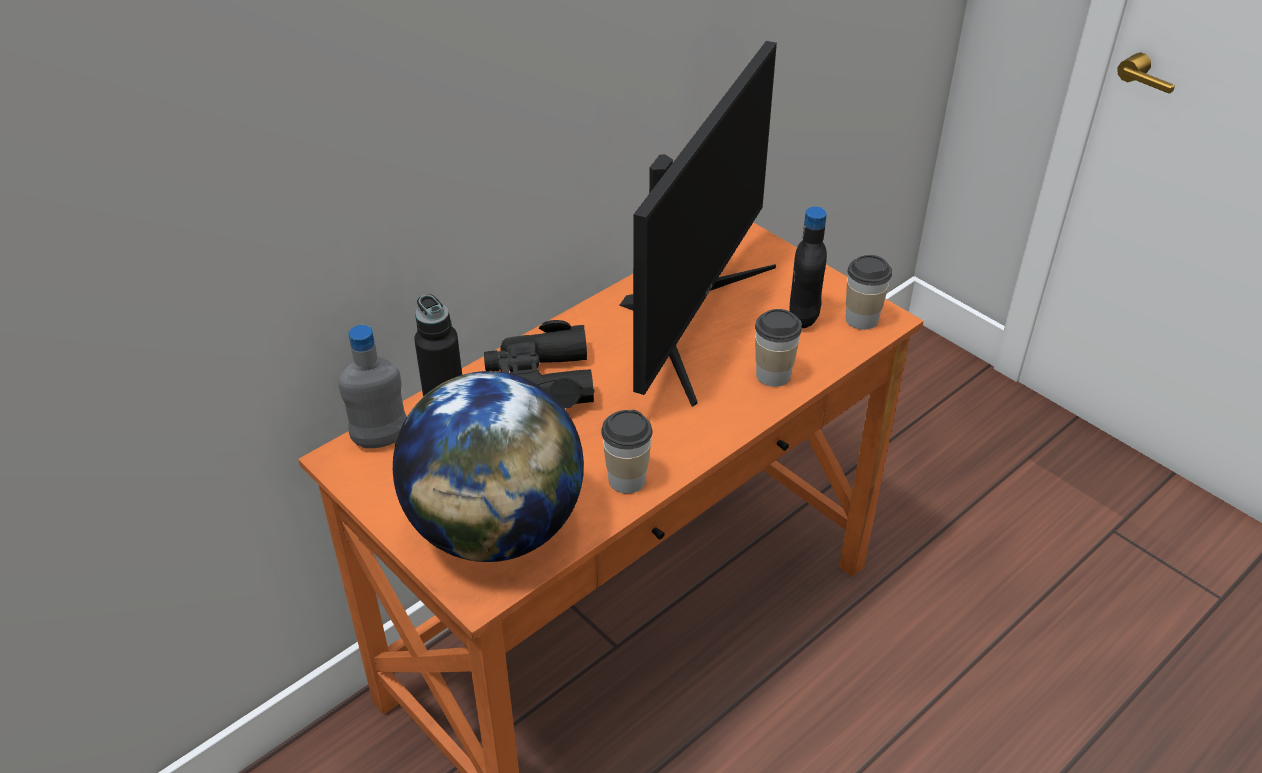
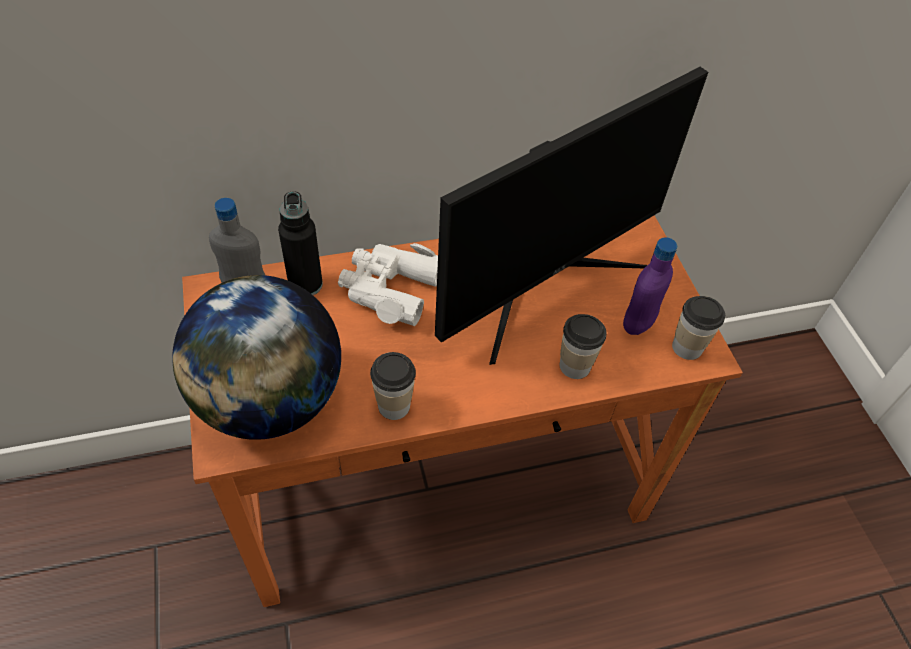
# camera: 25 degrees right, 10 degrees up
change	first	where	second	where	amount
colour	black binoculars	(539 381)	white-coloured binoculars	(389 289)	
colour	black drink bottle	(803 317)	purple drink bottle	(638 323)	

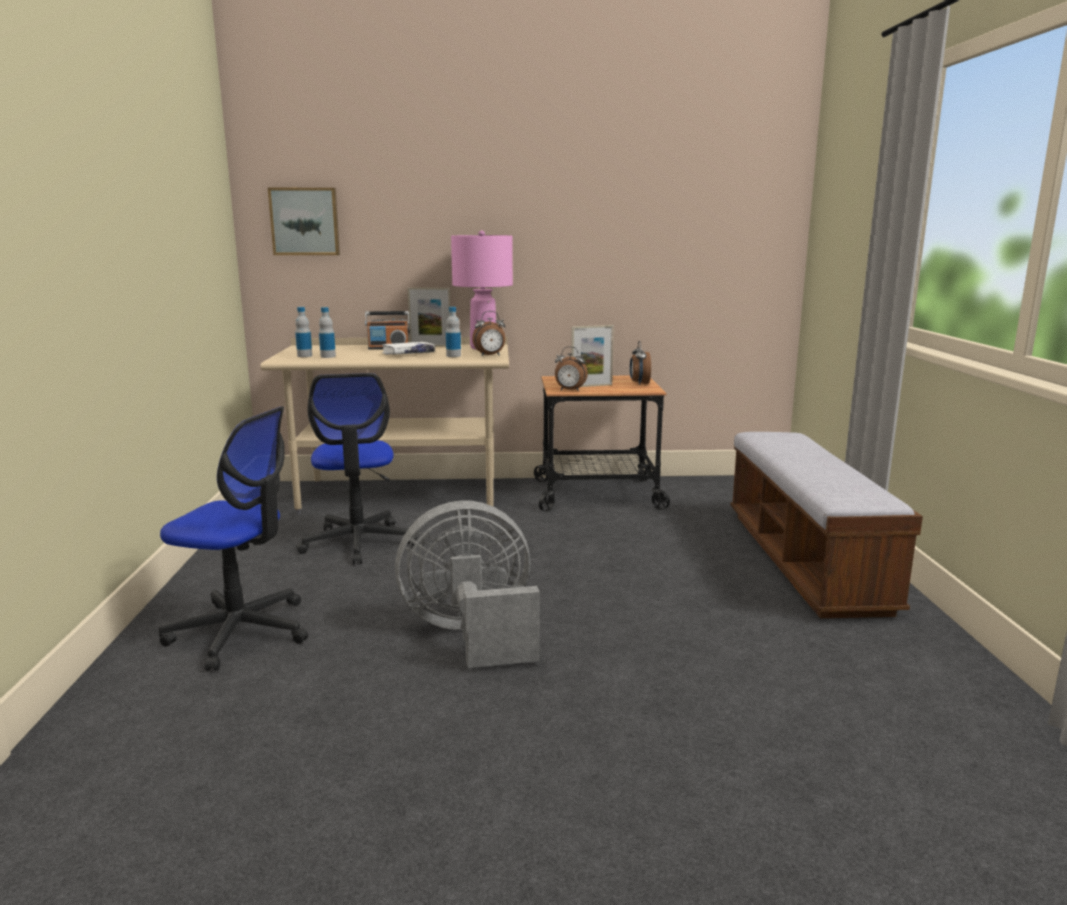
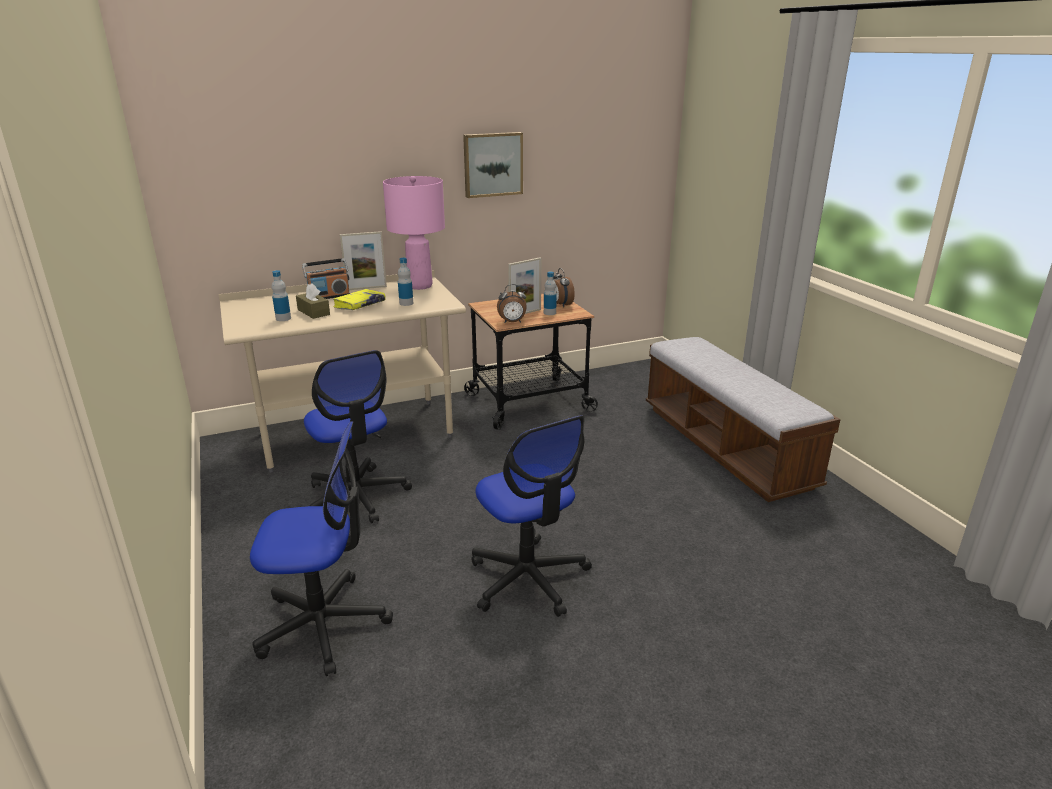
# camera: 20 degrees left, 10 degrees up
change	first	where	second	where	amount
missing	alarm clock	(490 355)			
appeared			brown-coloured tissue box	(313 312)	
relocated	wall picture	(305 221)		(492 164)	
relocated	drink bottle	(304 356)		(549 313)	
exchanged	greyish cooling fan	(471 634)	office chair	(528 578)	
colour	white-coloured bound book	(408 354)	yellow bound book	(359 305)	

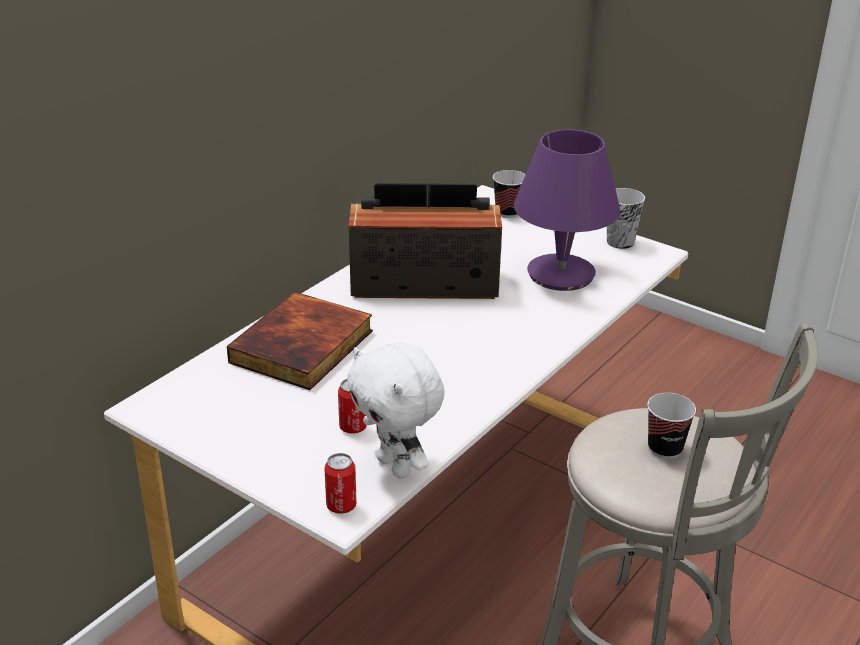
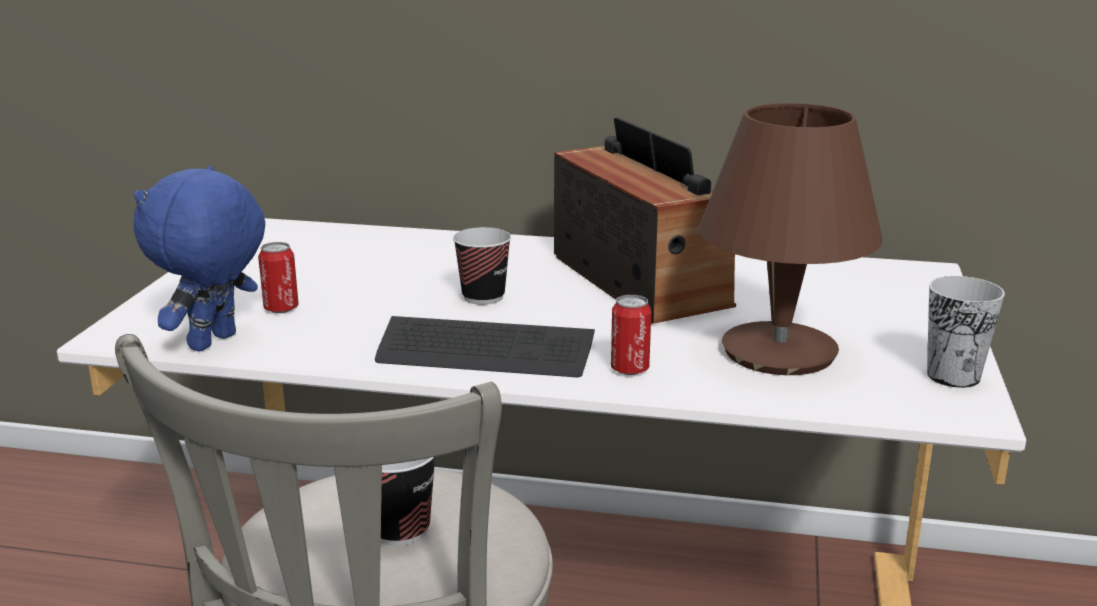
# camera: 65 degrees right, 10 degrees down
change	first	where	second	where	amount
missing	bound book	(303 347)			
appeared			PC keyboard	(485 352)	
relocated	can	(341 506)		(629 369)	
relocated	small cup	(508 212)		(483 297)	
colour	white-coloured soft toy	(396 466)	blue soft toy	(214 343)	
colour	purple table lamp	(561 274)	brown-coloured table lamp	(780 351)	

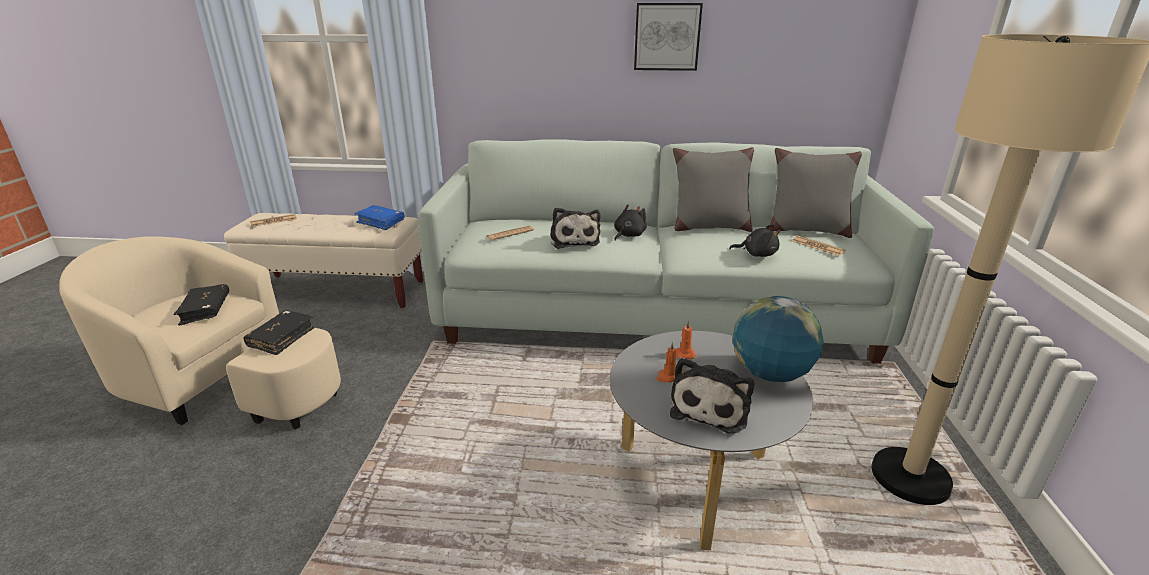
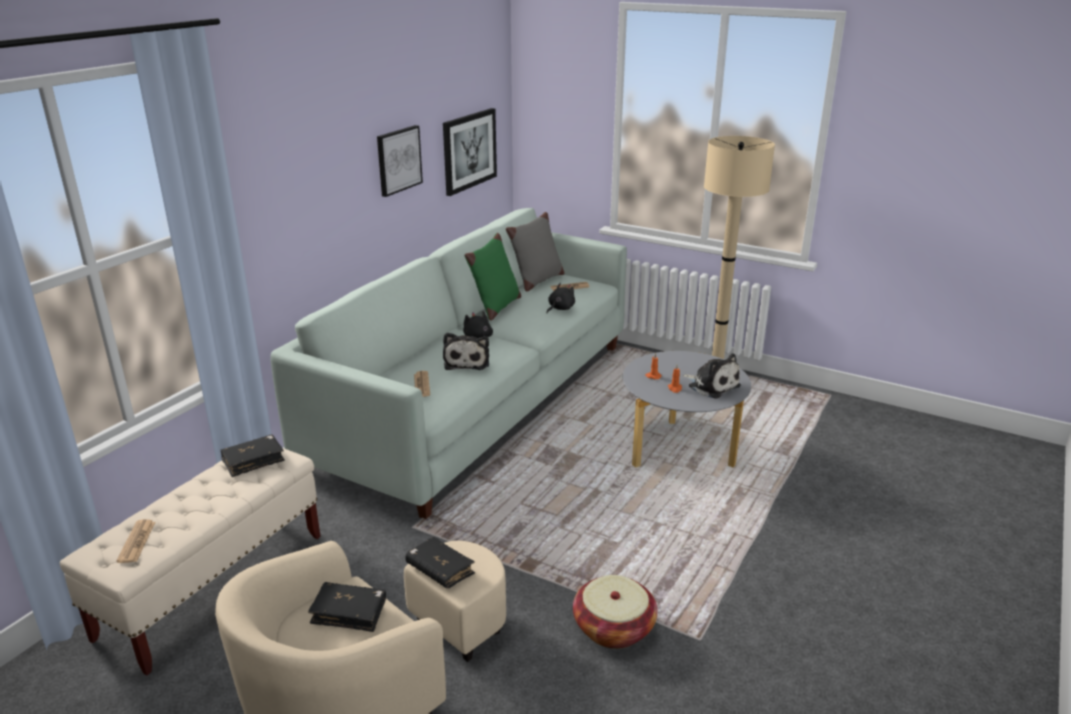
# camera: 65 degrees left, 0 degrees up
change	first	where	second	where	amount
missing	globe	(770 374)			
appeared			wall picture	(469 150)	
appeared			household basket	(613 628)	
colour	blue bound book	(381 222)	black bound book	(253 461)	
colour	greyish pillow	(709 227)	green-coloured pillow	(495 308)	
spun	soft toy	(574 240)		(467 361)	75 degrees clockwise

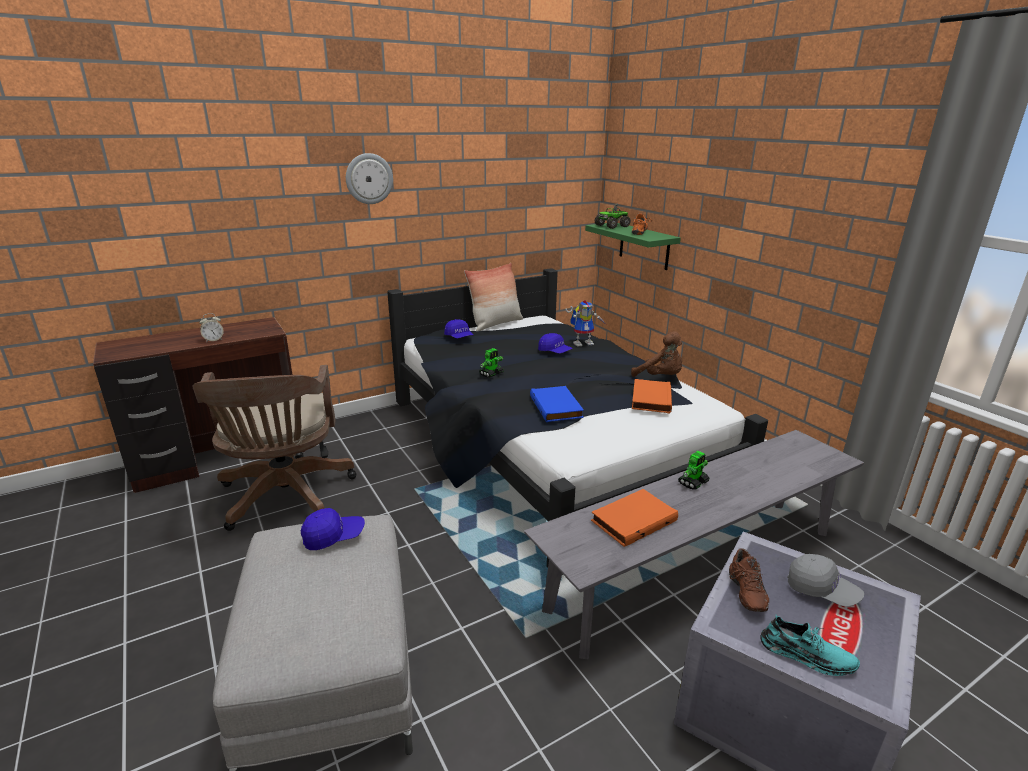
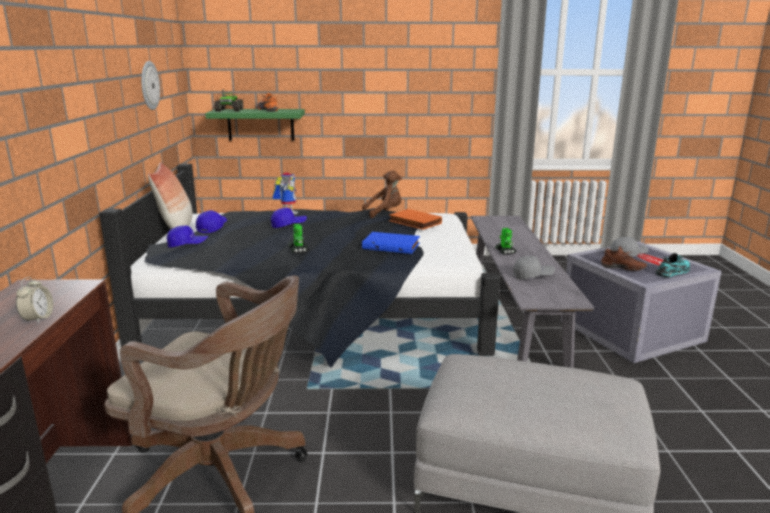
# camera: 60 degrees left, 5 degrees down
change	first	where	second	where	amount
relocated	blue cap	(333 537)		(212 228)	
relocated	clock on the wall	(369 178)		(149 85)	
exchanged	orangey bound book	(633 520)	greyish cap	(532 276)	

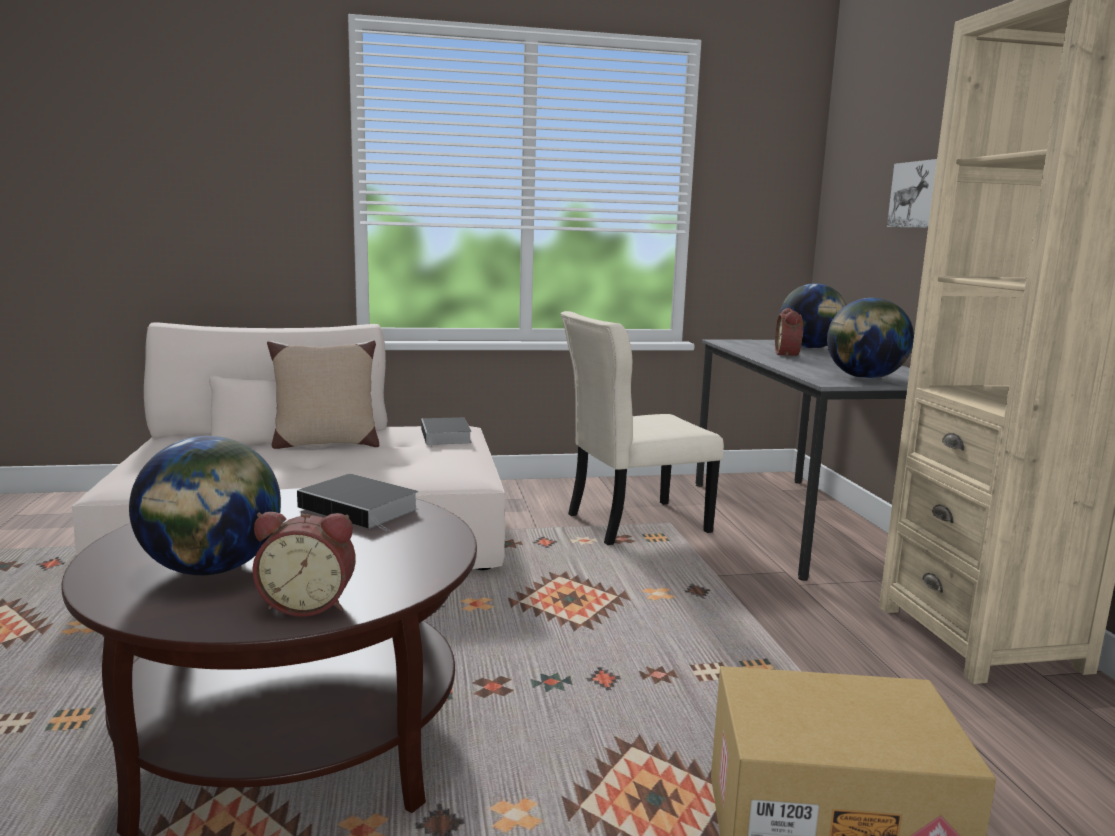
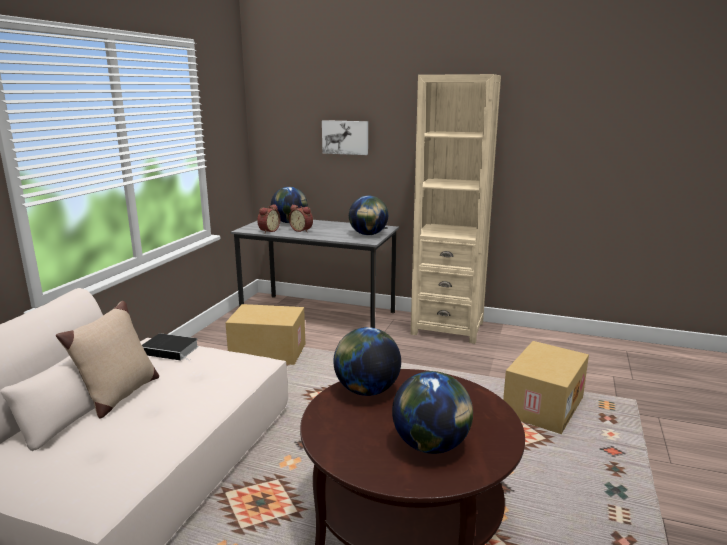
# camera: 60 degrees left, 5 degrees up
change	first	where	second	where	amount
relocated	alarm clock	(309 604)		(268 231)	
exchanged	bound book	(362 508)	globe	(366 390)	
exchanged	sand-coloured chair	(632 523)	packing box	(267 353)	

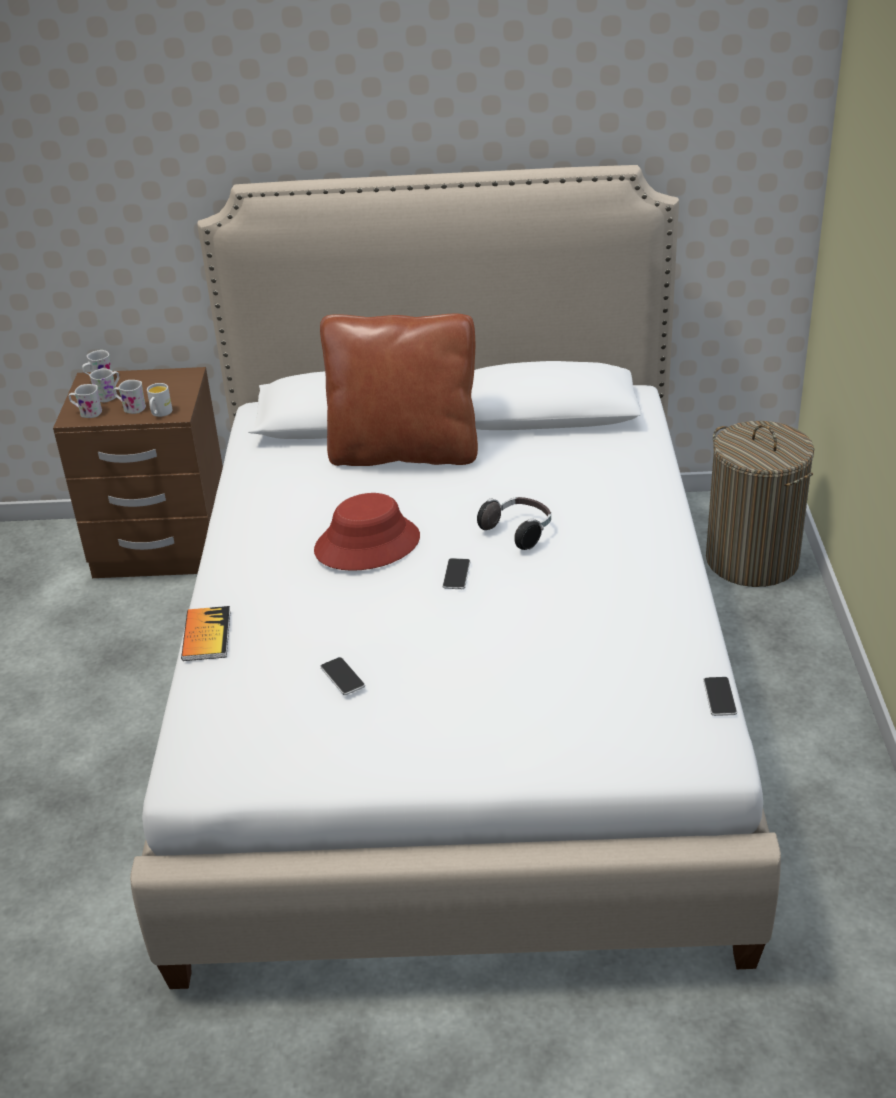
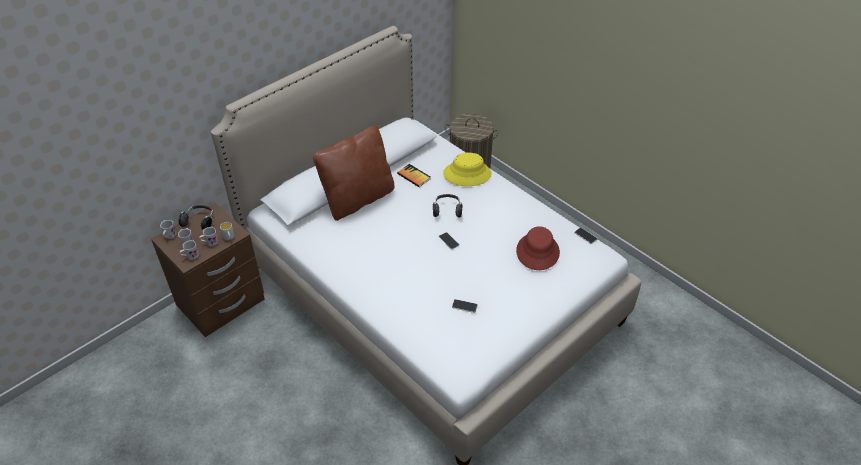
# camera: 45 degrees left, 10 degrees up
change	first	where	second	where	amount
appeared			headset	(200 222)	
appeared			yellow hat	(467 174)	
relocated	bound book	(206 635)		(413 176)	
relocated	red hat	(367 544)		(537 252)	

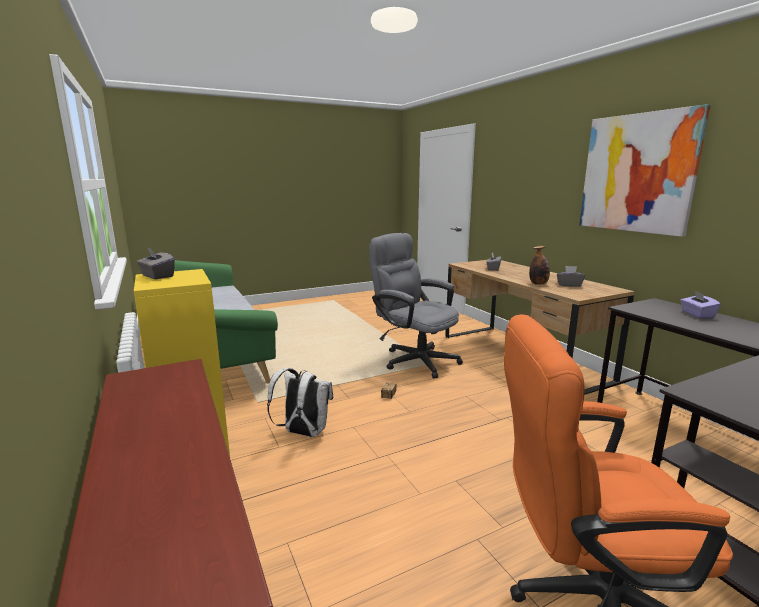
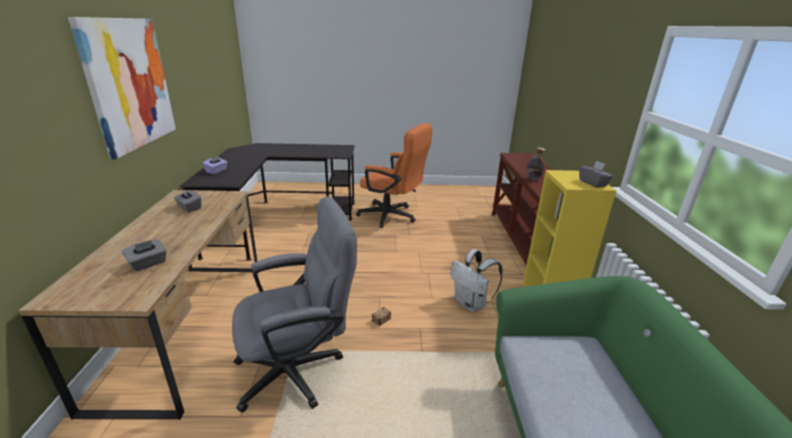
# camera: 155 degrees left, 10 degrees up
change	first	where	second	where	amount
relocated	drink bottle	(538 284)		(532 179)	
spun	greyish office chair	(414 359)		(299 369)	90 degrees counterclockwise

